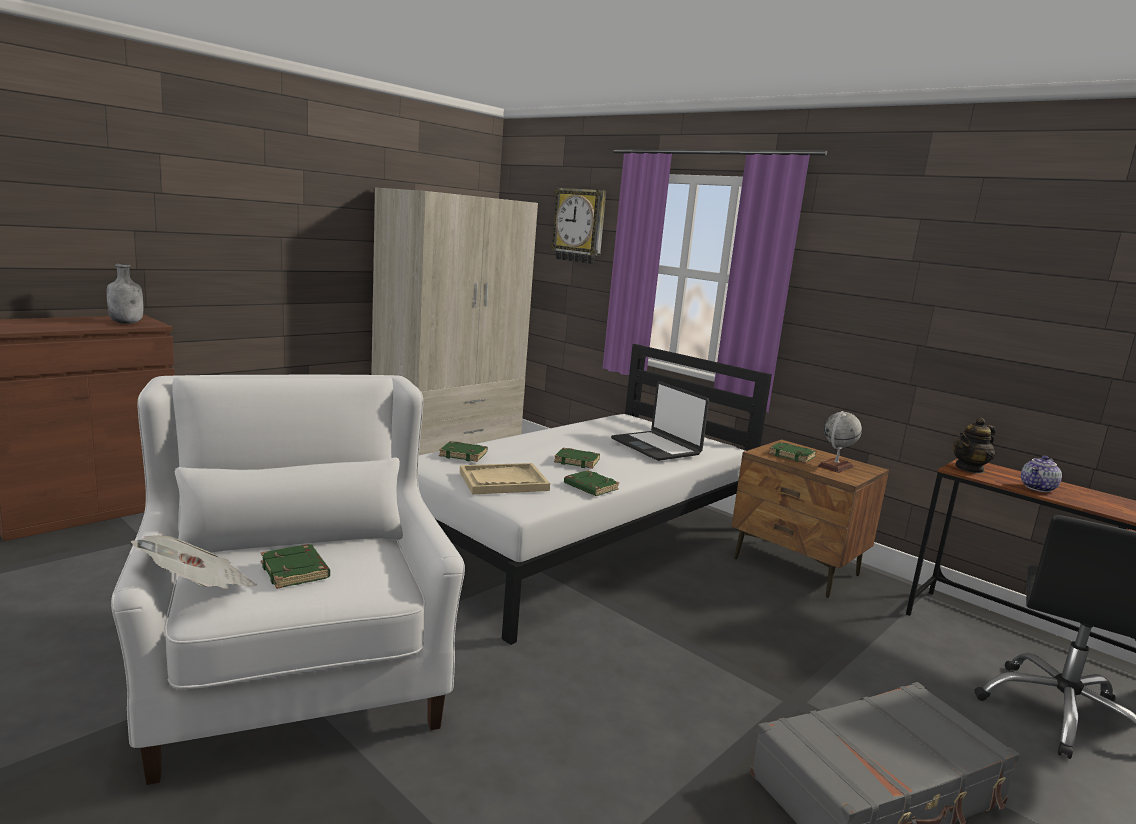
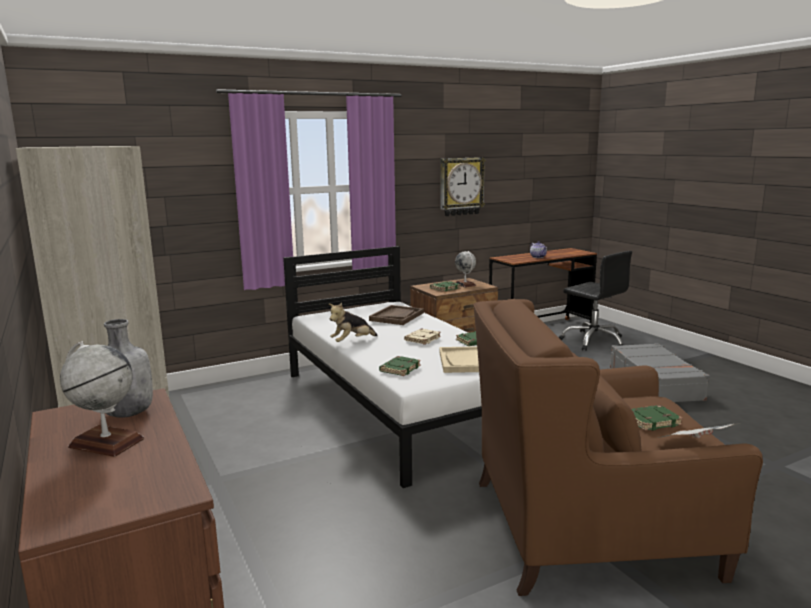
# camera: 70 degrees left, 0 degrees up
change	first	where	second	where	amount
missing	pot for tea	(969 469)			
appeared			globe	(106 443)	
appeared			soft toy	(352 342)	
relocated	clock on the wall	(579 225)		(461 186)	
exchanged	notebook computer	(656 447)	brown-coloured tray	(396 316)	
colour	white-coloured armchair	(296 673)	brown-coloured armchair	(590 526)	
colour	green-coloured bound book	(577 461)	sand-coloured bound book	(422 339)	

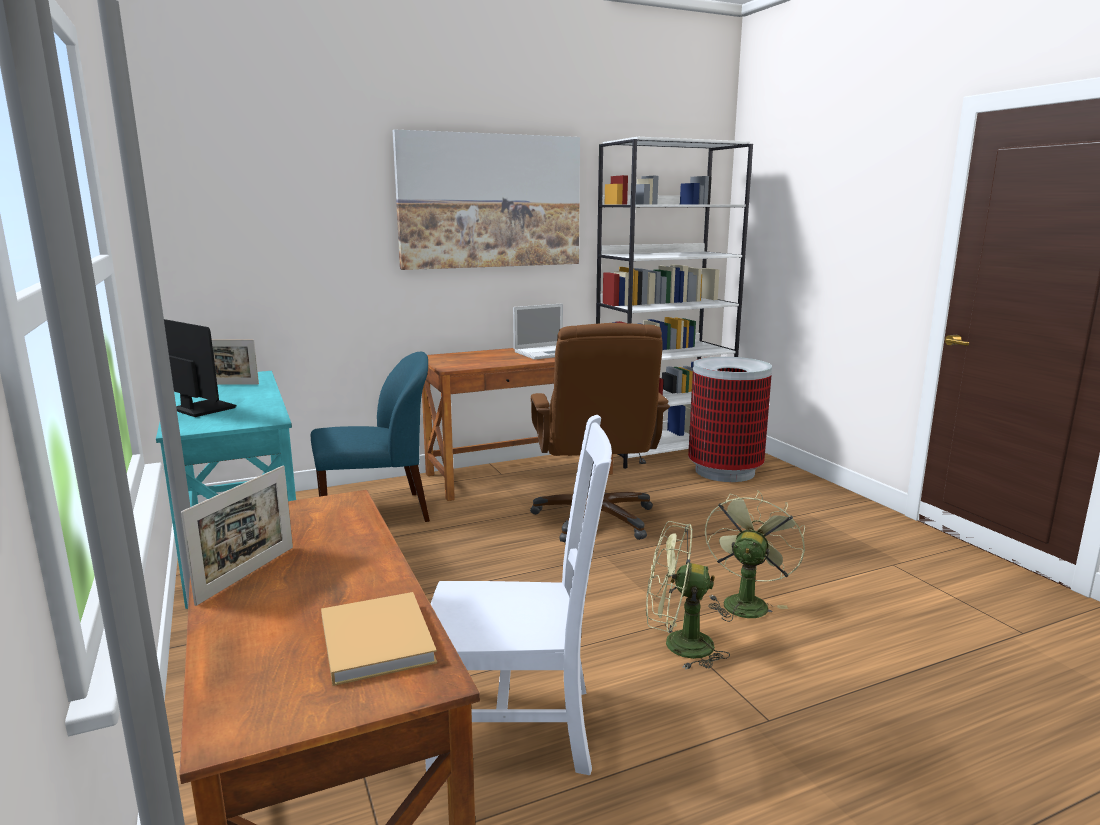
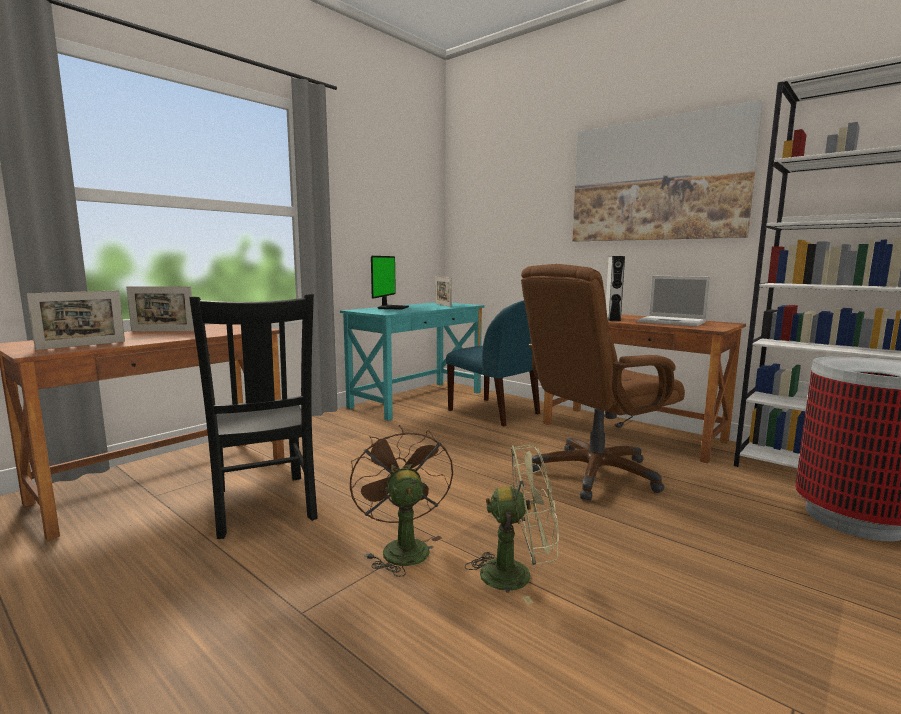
# camera: 65 degrees right, 5 degrees down
change	first	where	second	where	amount
appeared			greyish audio speaker	(612 319)	
exchanged	sand-coloured bound book	(376 638)	standing frame	(82 345)	
colour	white-coloured chair	(519 729)	black chair	(263 506)	
colour	green-coloured cooling fan	(677 646)	brown-coloured cooling fan	(401 547)	

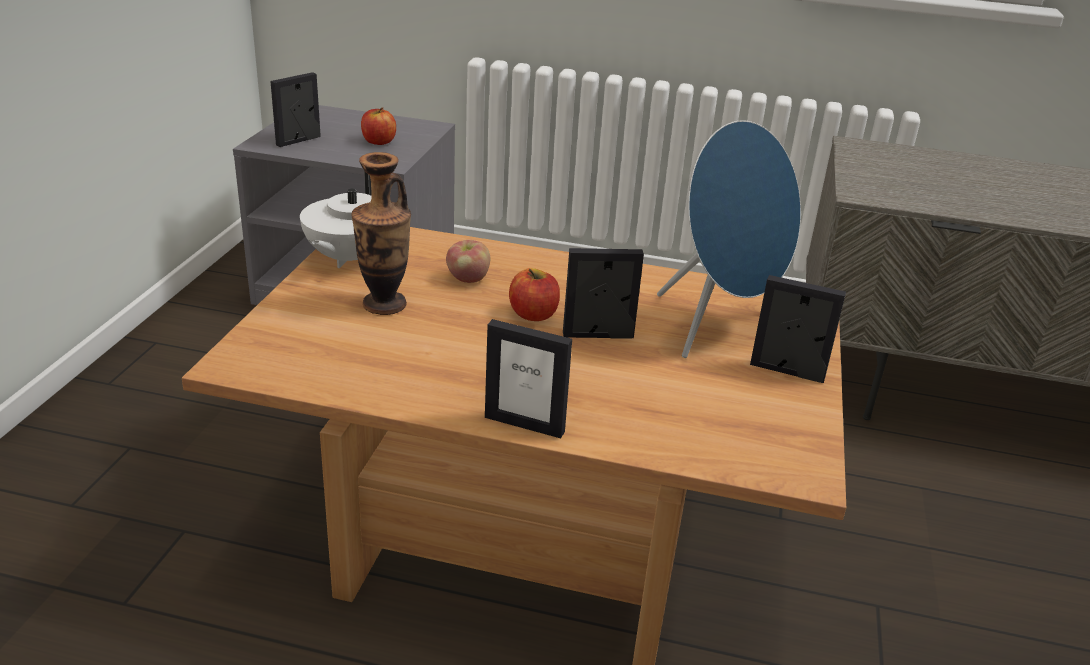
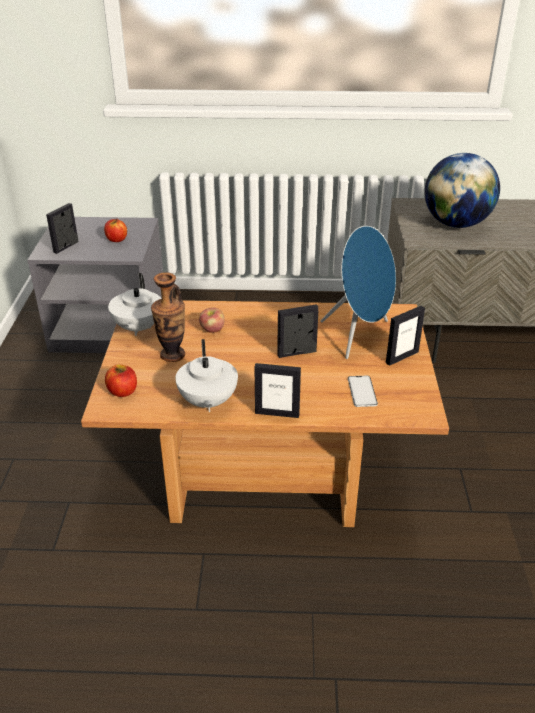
# camera: 10 degrees left, 5 degrees up
change	first	where	second	where	amount
appeared			white-coloured pot for tea	(207 402)	
appeared			handset	(362 391)	
appeared			globe	(456 224)	
relocated	apple	(533 315)		(123 391)	
spun	standing frame	(787 371)		(401 357)	135 degrees clockwise

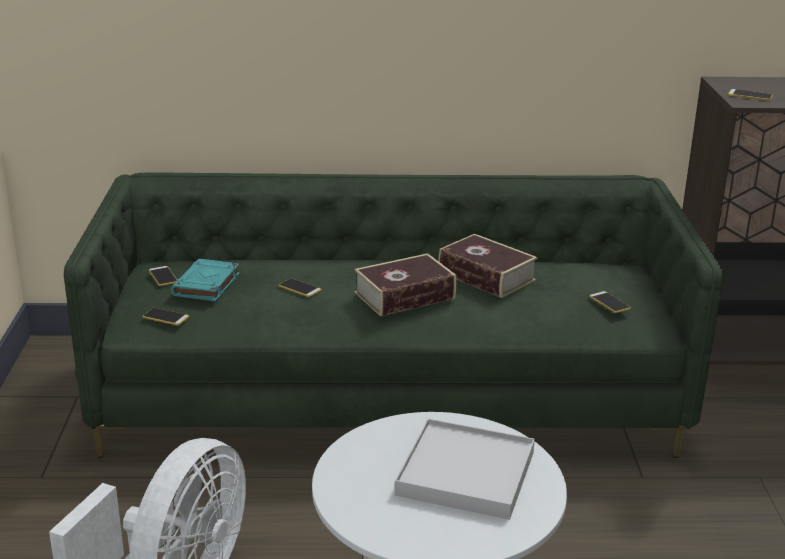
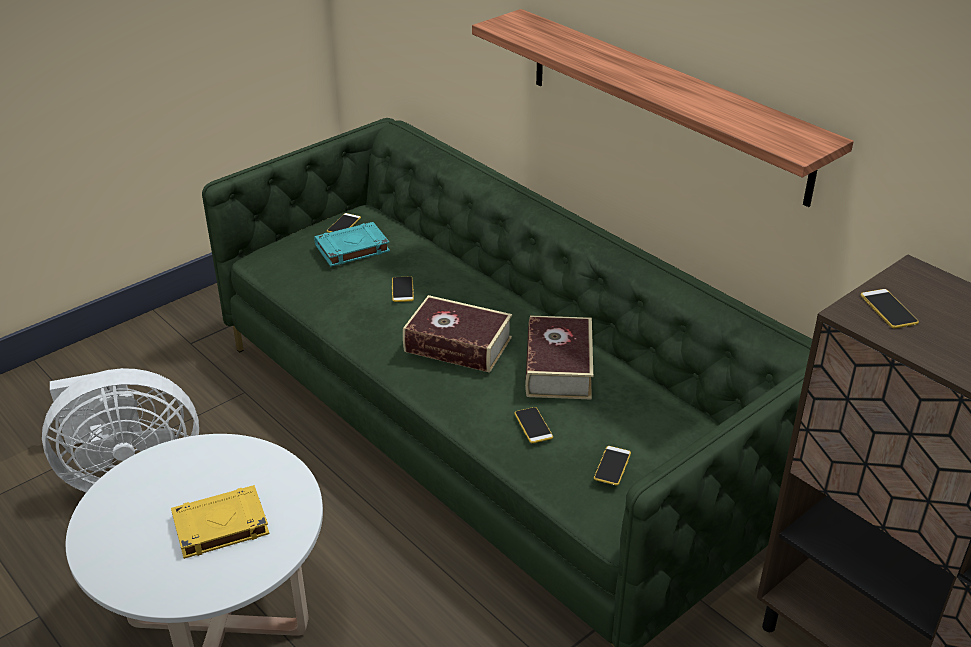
# camera: 50 degrees right, 10 degrees up
change	first	where	second	where	amount
appeared			wall shelf	(664 103)	
relocated	handset	(165 317)		(533 425)	
exchanged	white-coloured tray	(466 474)	yellow bound book	(219 526)	

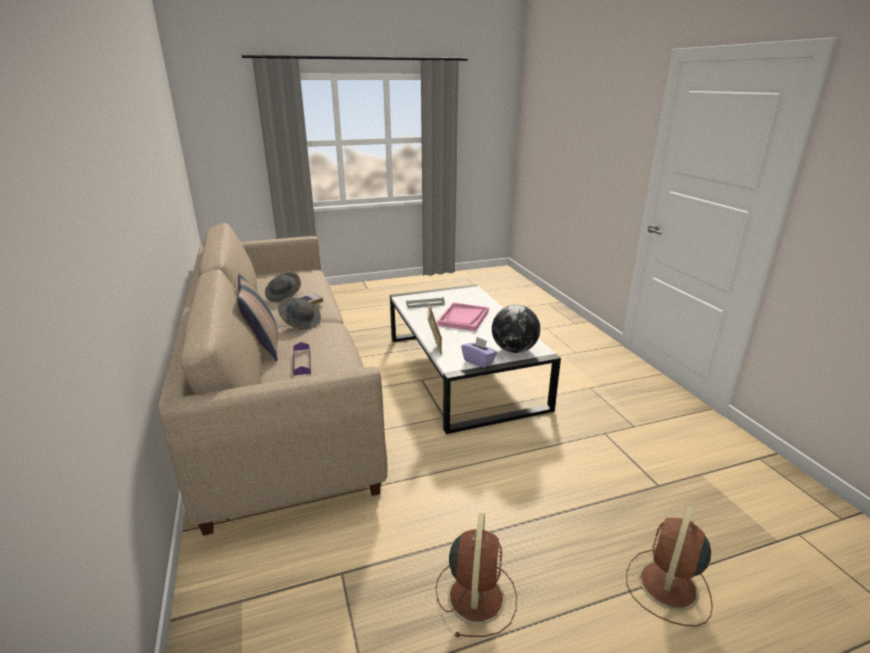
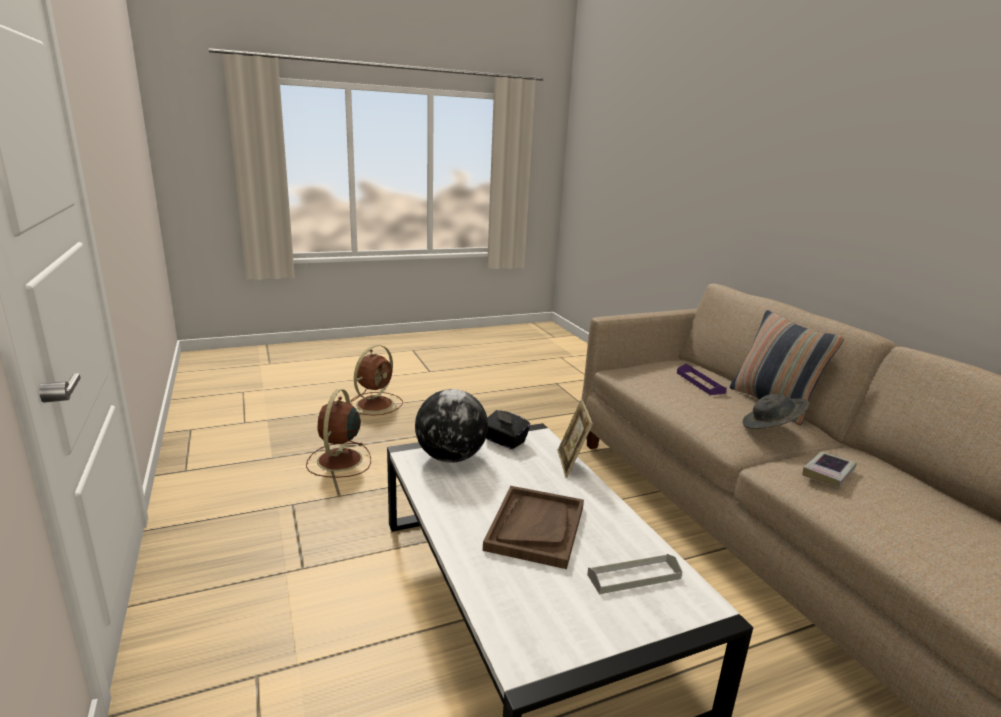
# camera: 175 degrees right, 5 degrees down
change	first	where	second	where	amount
missing	greyish hat	(284 296)			
relocated	brown-coloured cooling fan	(476 595)		(339 461)	
colour	pink-coloured tray	(463 318)	brown-coloured tray	(535 527)	
colour	purple tissue box	(478 361)	black tissue box	(504 441)	

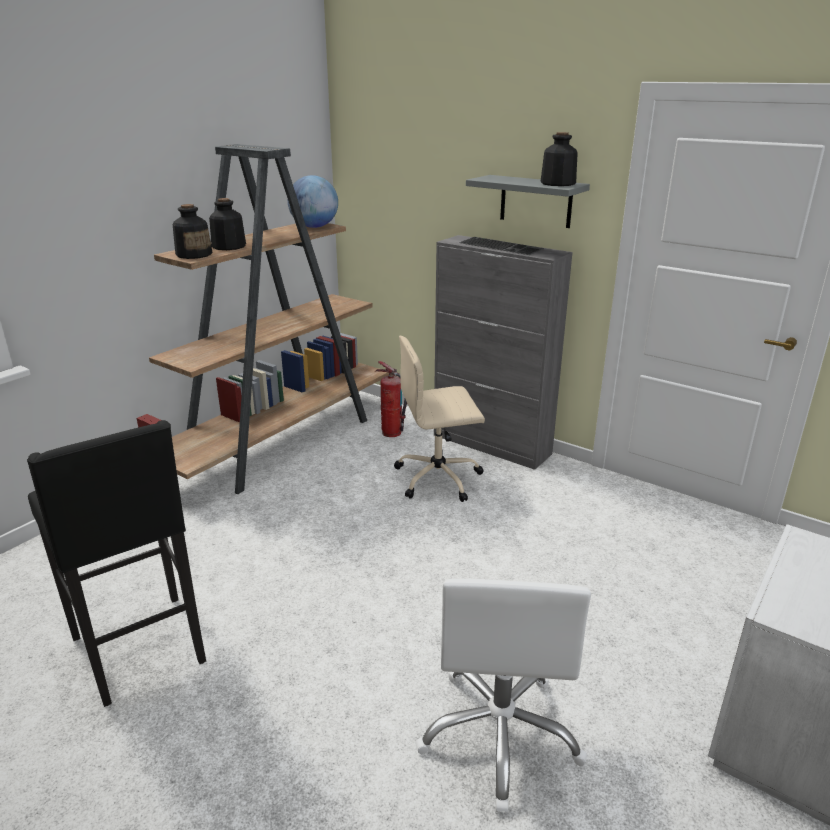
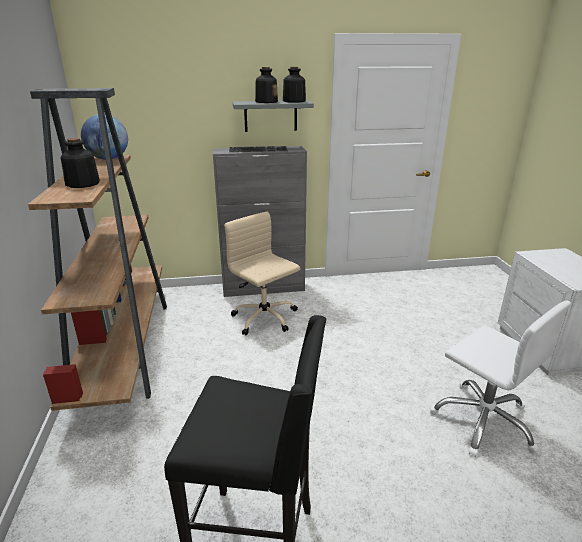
# camera: 45 degrees left, 0 degrees up
change	first	where	second	where	amount
missing	fire extinguisher	(392 433)			
relocated	drink bottle	(194 254)		(266 102)	
spun	sand-coloured office chair	(439 478)		(265 318)	105 degrees clockwise

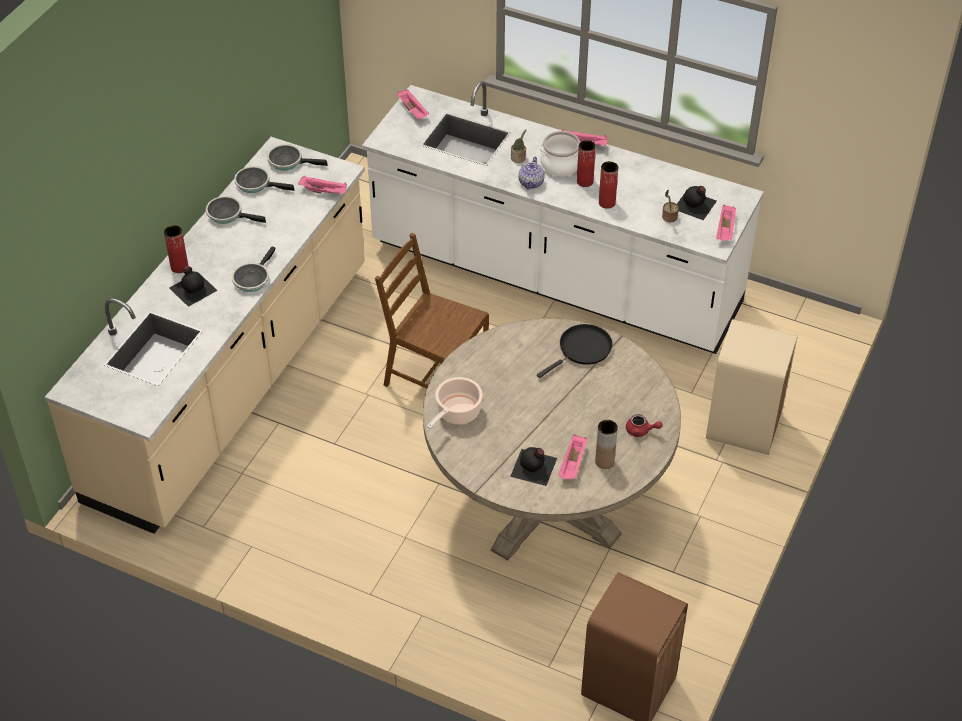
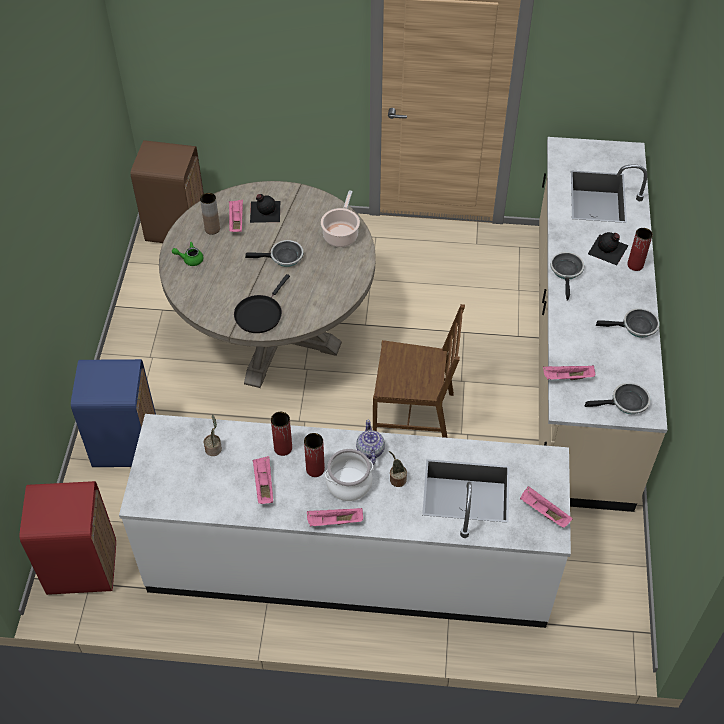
# camera: 160 degrees right, 5 degrees up
change	first	where	second	where	amount
missing	black drink bottle	(695 205)			
appeared			red waste bin	(82 567)	
relocated	frying pan	(256 184)		(283 257)	
relocated	pink-coloured tray	(725 230)		(263 484)	
colour	red pot for tea	(641 431)	green-coloured pot for tea	(190 259)	
colour	sand-coloured waste bin	(744 428)	blue waste bin	(125 445)	

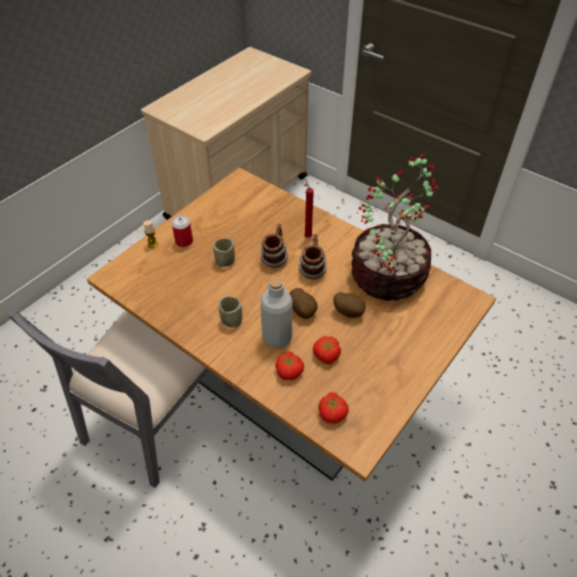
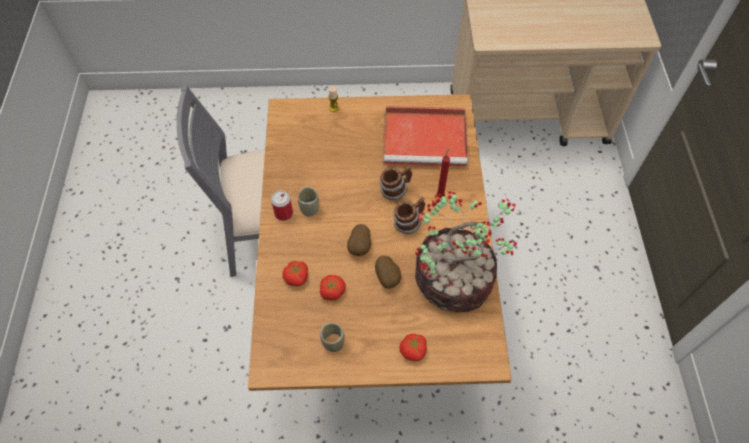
# camera: 50 degrees right, 10 degrees up
change	first	where	second	where	amount
missing	greyish drink bottle	(277 337)			
appeared			red tray	(426 139)	
relocated	can	(184 241)		(283 213)	
relocated	small cup	(225 261)		(333 343)	
relocated	tomato	(332 413)		(413 350)	

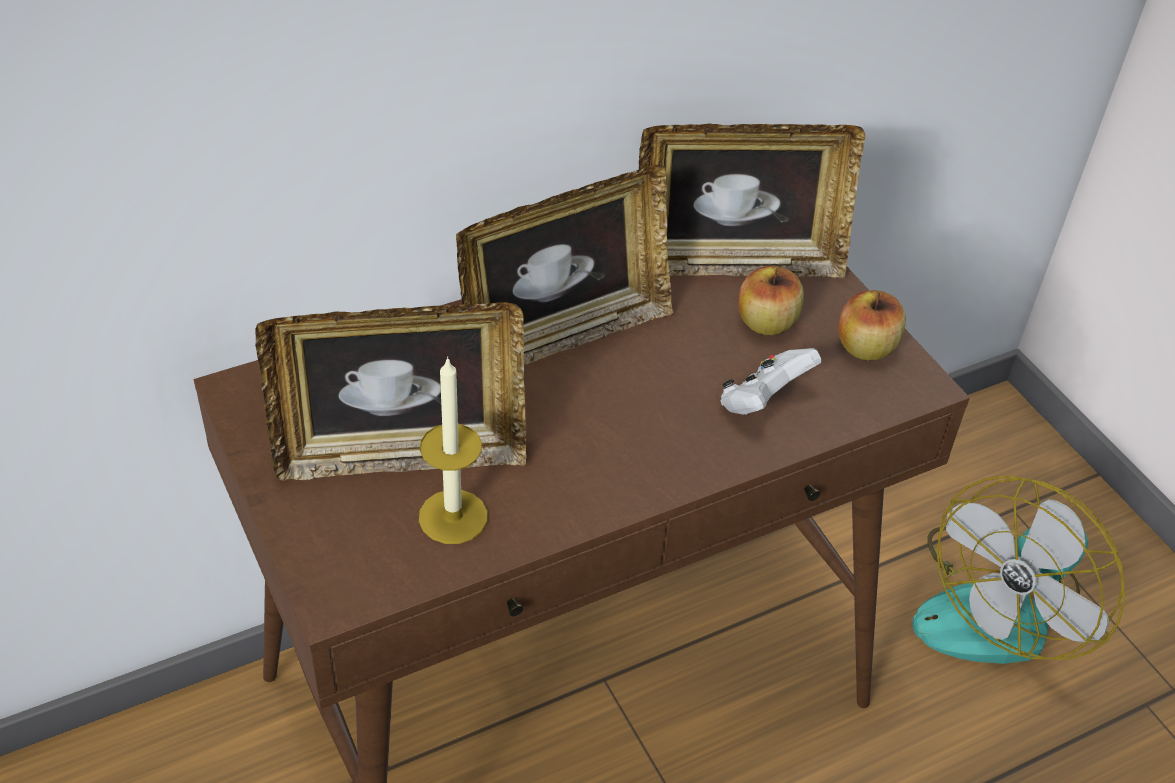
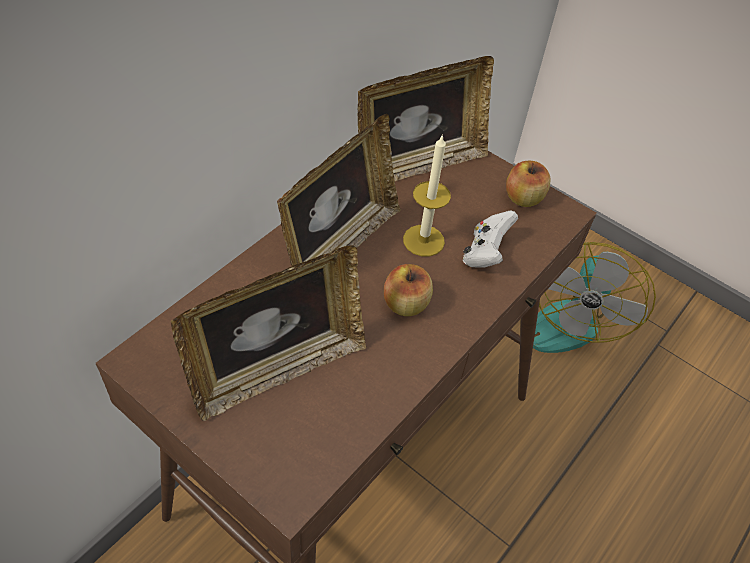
# camera: 25 degrees left, 5 degrees up
change	first	where	second	where	amount
relocated	candle	(453 516)		(423 240)	
relocated	apple	(766 322)		(405 304)	

